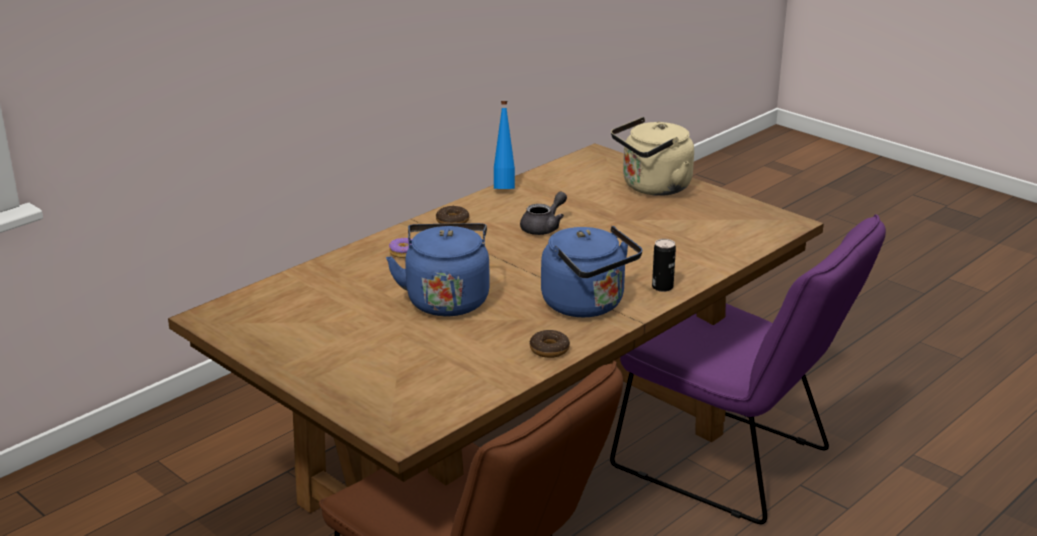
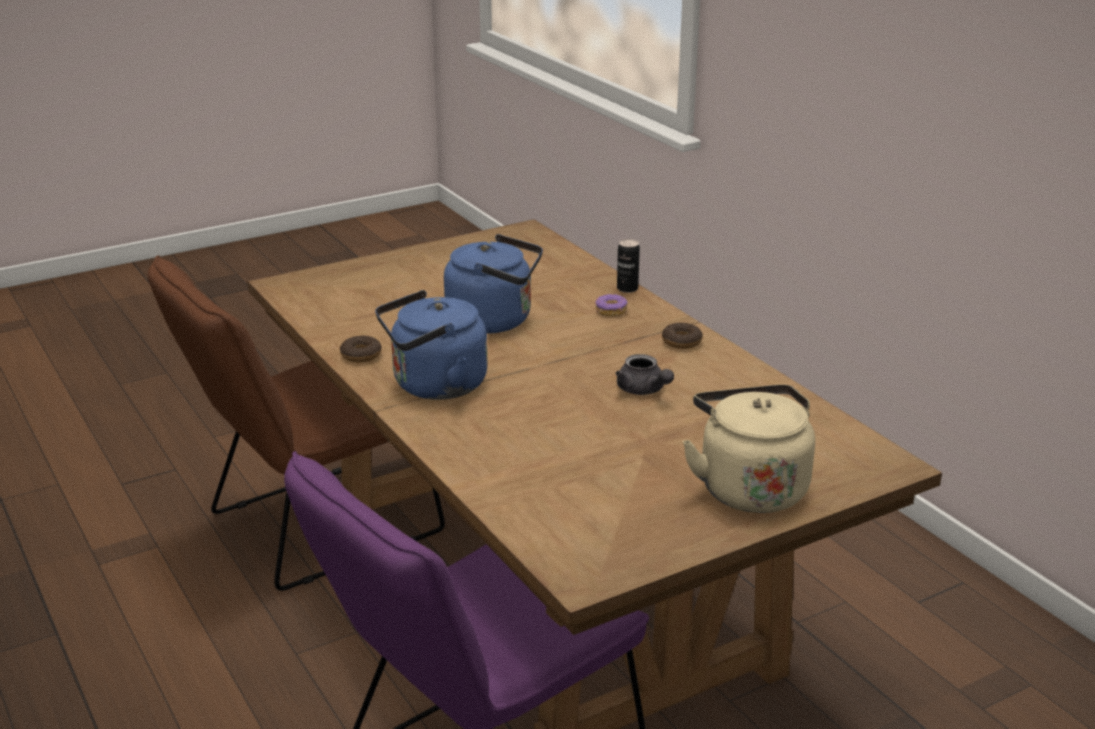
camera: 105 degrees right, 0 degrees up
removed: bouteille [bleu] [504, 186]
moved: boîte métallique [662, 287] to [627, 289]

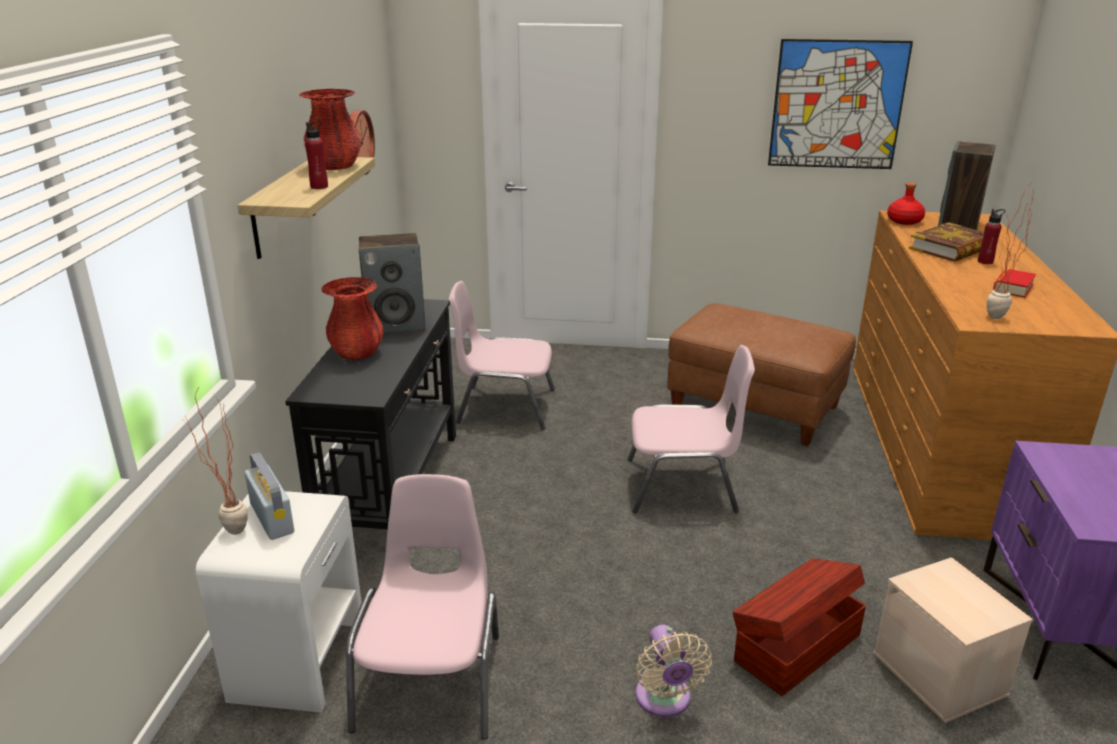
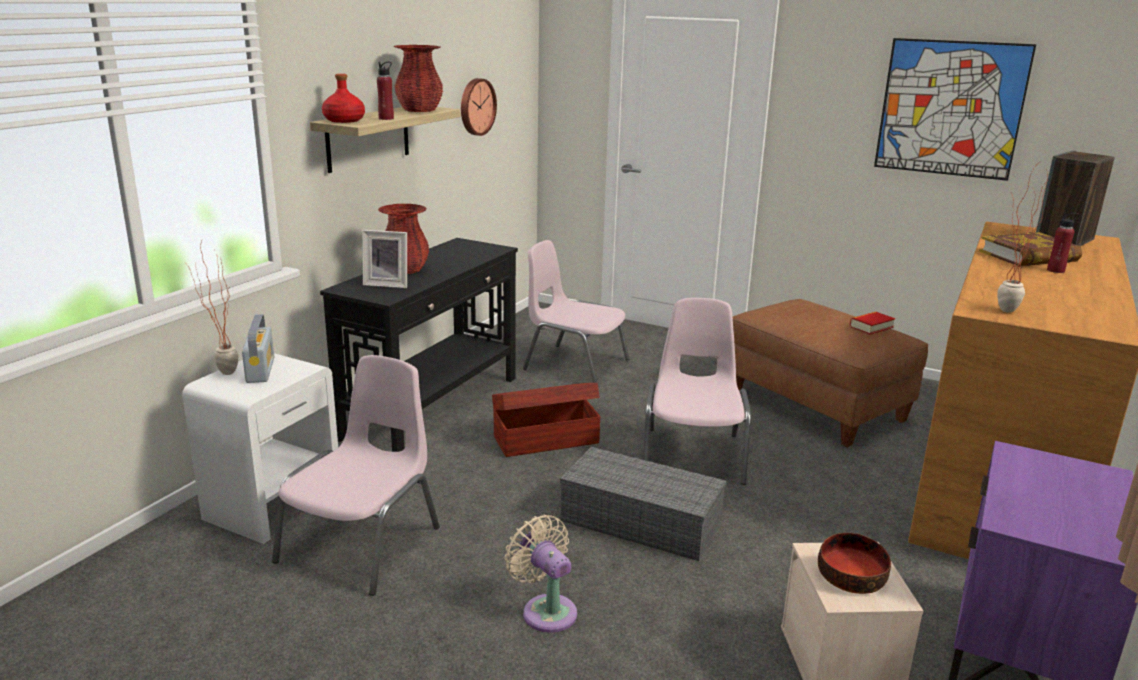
camera: 20 degrees right, 5 degrees down
removed: enceinte [396, 325]
added: cadre photo [387, 284]; boîte de rangement [gris] [643, 521]; bol [850, 576]
moved: bouteille [rouge] [904, 221] to [343, 120]; livre [1013, 288] to [871, 327]; boîte de rangement [marron] [795, 647] to [544, 439]
turned: chaise [rose] [683, 486] = [693, 454] 105 degrees counterclockwise; ventilateur [beige] [664, 700] = [546, 610] 135 degrees clockwise

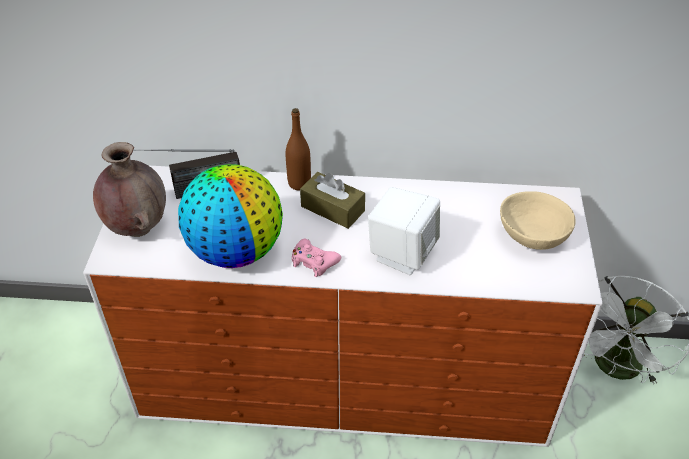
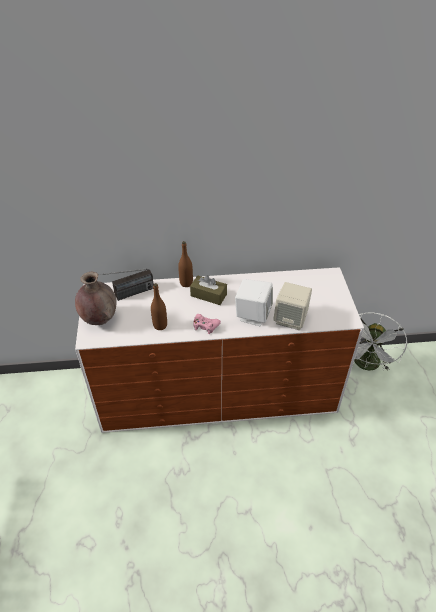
camera: 10 degrees left, 0 degrees up
removed: bol [beige] [533, 237]
added: enceinte [beige] [291, 319]
replaced: globe [236, 251] to bouteille [marron] [160, 325]

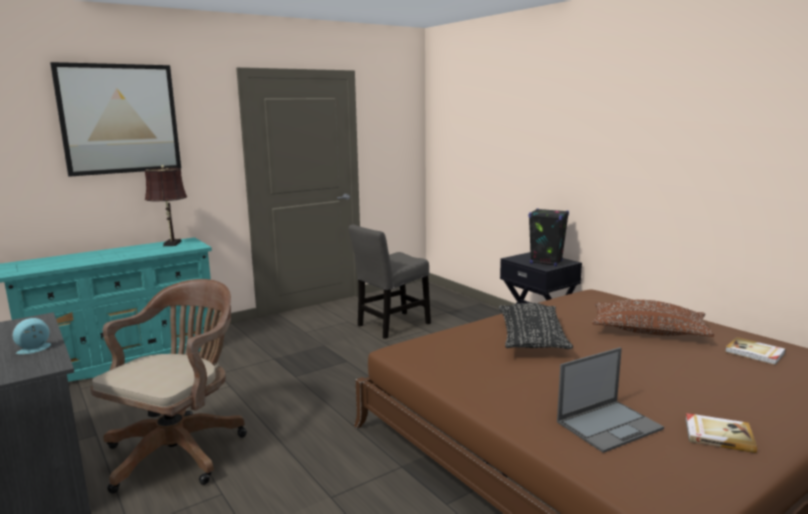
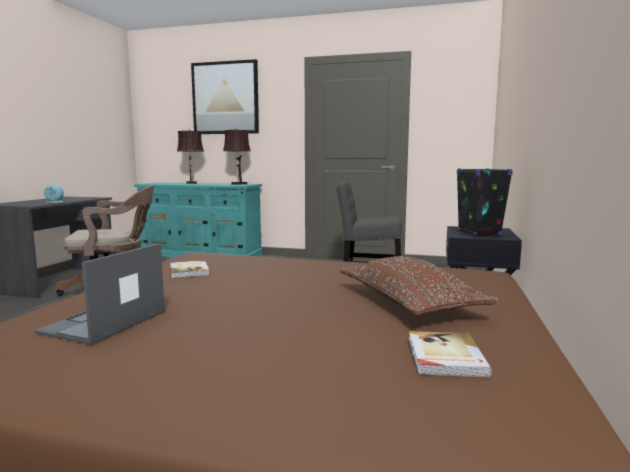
camera: 50 degrees right, 5 degrees down
removed: coussin [noir] [531, 339]
added: lampe de table [marron] [191, 183]
moved: livre [718, 435] to [189, 271]
turned: ordinateur portable [609, 425] = [103, 322] 90 degrees clockwise

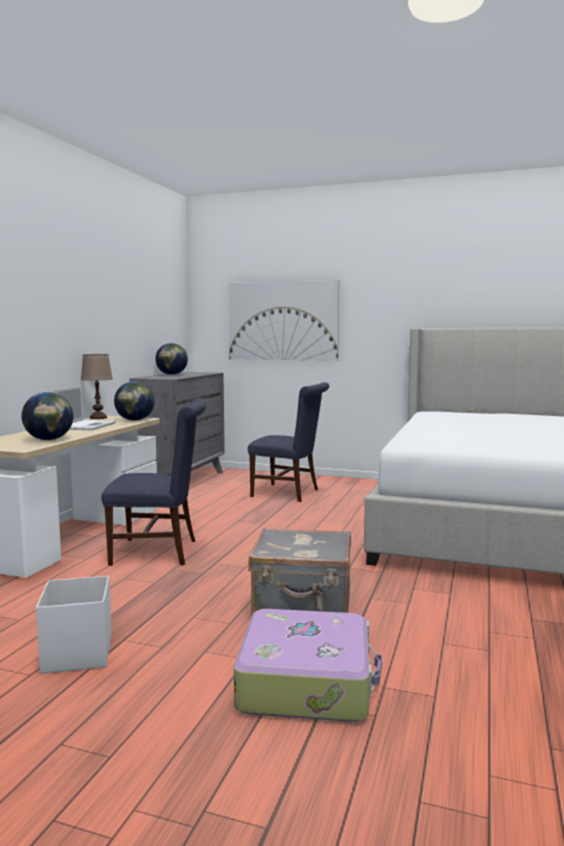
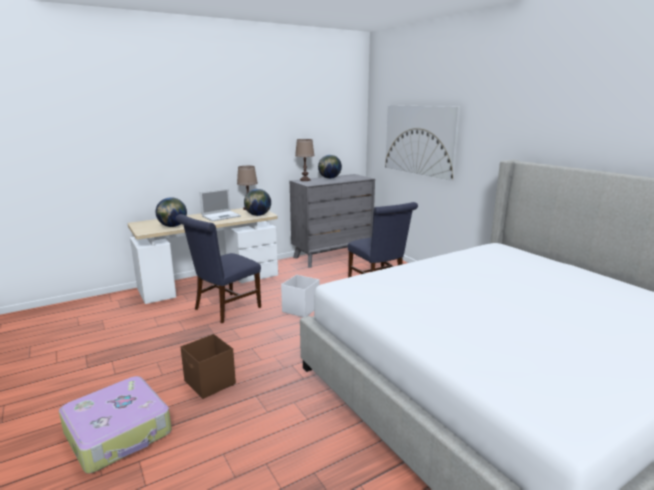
camera: 40 degrees right, 10 degrees up
added: lampe de table [marron] [305, 180]
moved: boîte de rangement [blanc] [77, 655] to [300, 309]
replaced: valise [gris] [303, 608] to boîte de rangement [marron] [210, 383]
turned: chaise [bleu] [161, 552] = [224, 309] 90 degrees clockwise

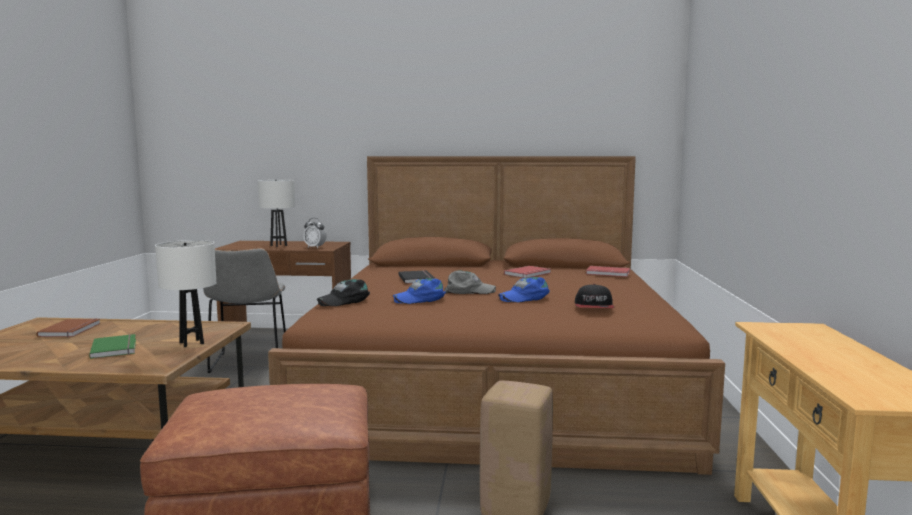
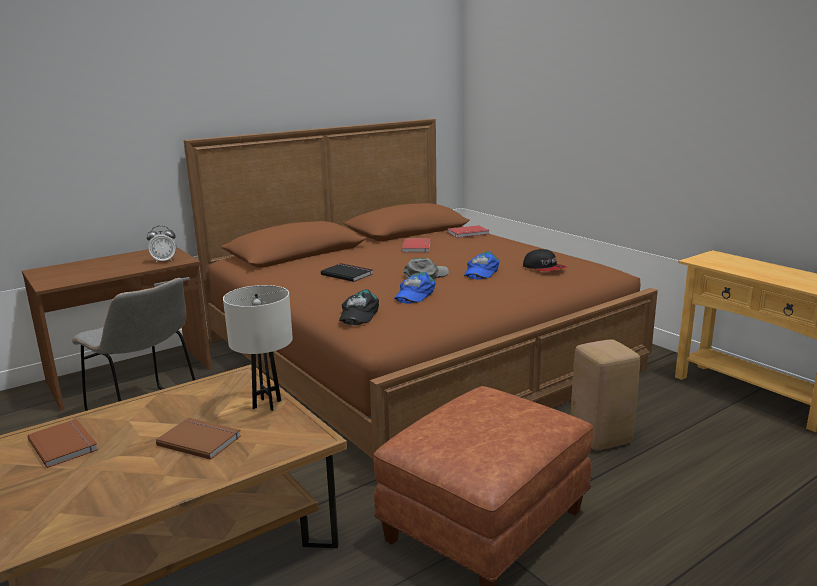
camera: 40 degrees left, 10 degrees up
removed: lampe de table [blanc] [278, 245]
recoloured: livre [vert] [116, 348] to livre [marron] [200, 439]

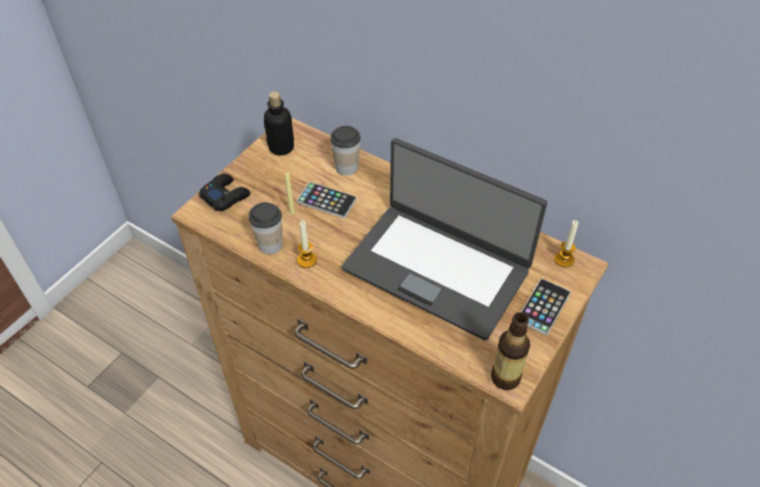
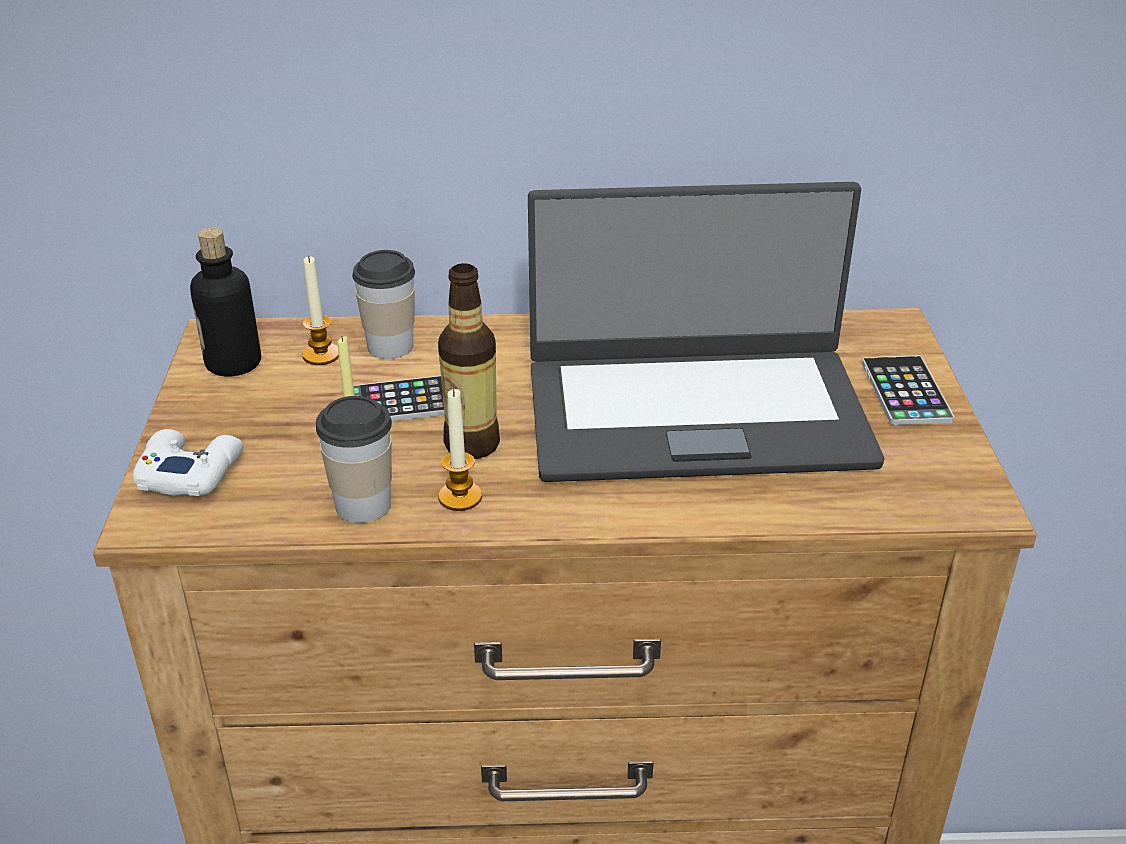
camera: 35 degrees left, 15 degrees down
moved: bougie [564, 259] to [321, 355]; bouteille [505, 378] to [472, 444]
recoloured: manette [noir] [225, 196] to manette [blanc] [189, 472]

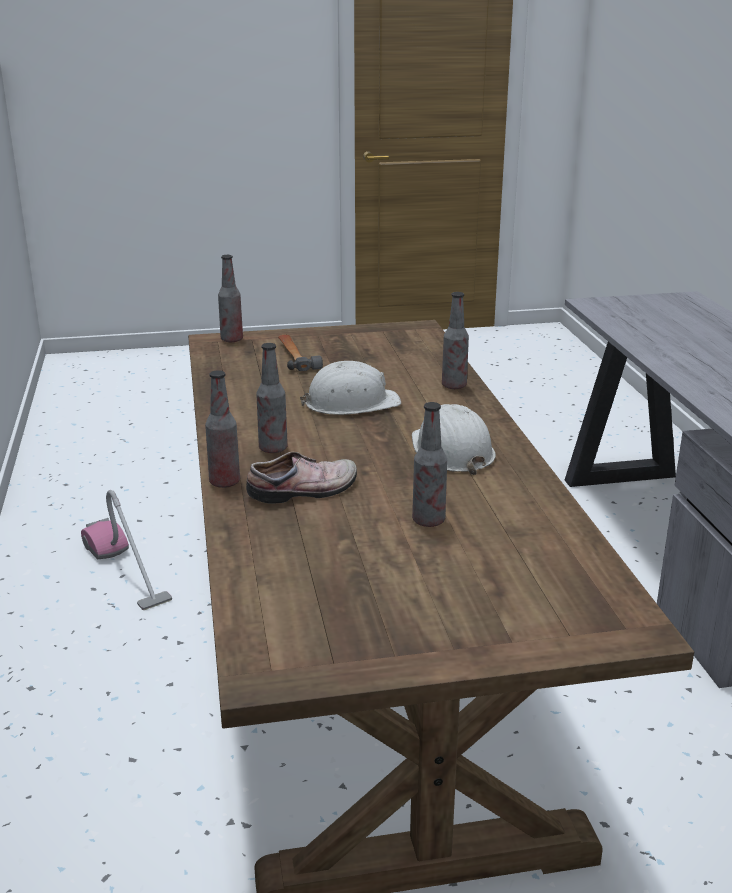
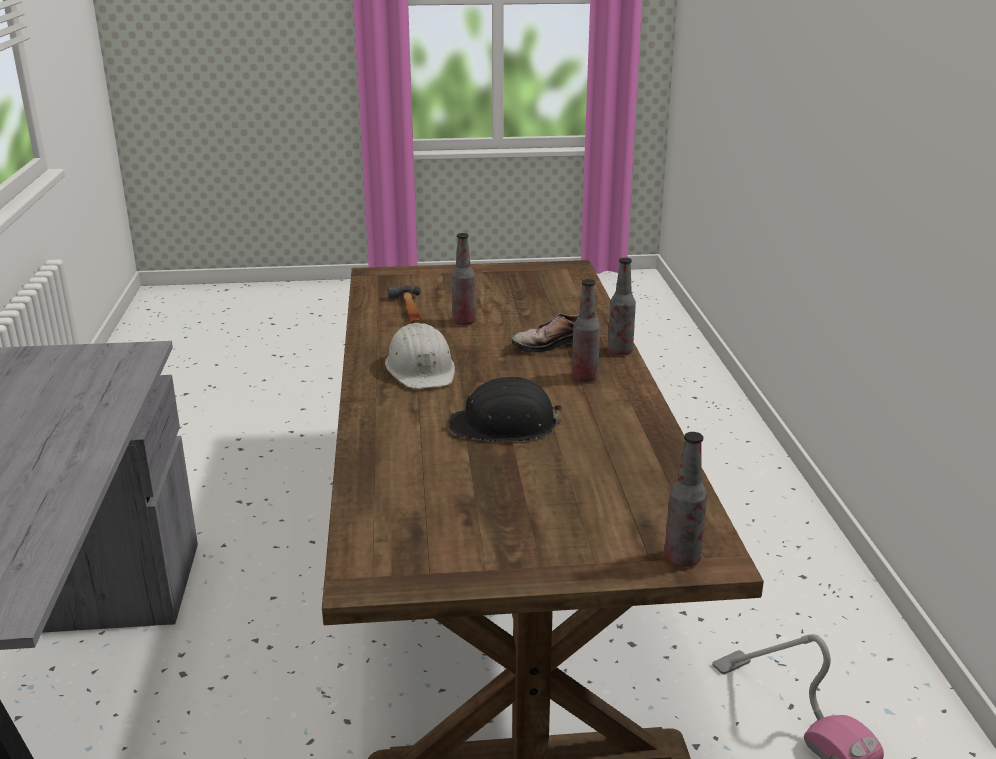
camera: 175 degrees left, 0 degrees up
removed: bouteille [454, 386]
moved: marteau [295, 356] to [409, 311]
recoloured: casque de chantier [blanc] [351, 403] to casque de chantier [noir] [504, 425]

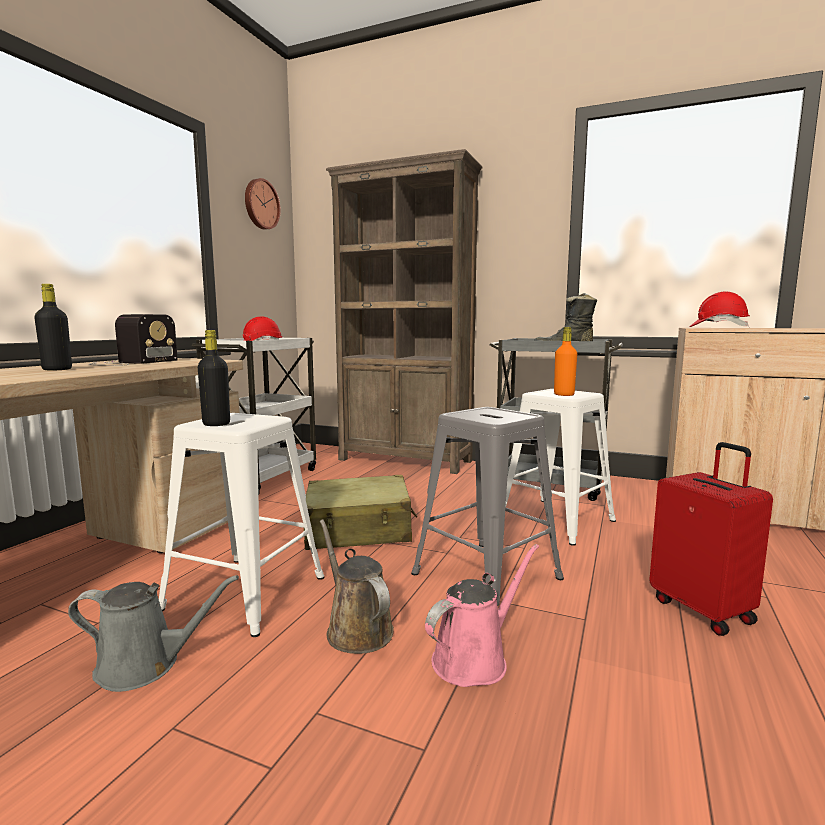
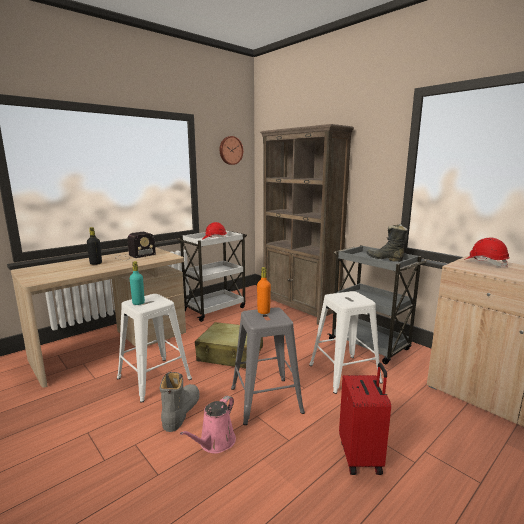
camera: 25 degrees right, 5 degrees up
removed: arrosoir [gris] [145, 665]
moved: bouteille [orange] [564, 395] to [263, 311]
replaced: arrosoir [marron] [356, 629] to botte [gris] [181, 411]
recoloured: bouteille [noir] [216, 424] to bouteille [turquoise] [138, 303]
turned: arrosoir [rose] [475, 659] = [215, 443] 135 degrees clockwise

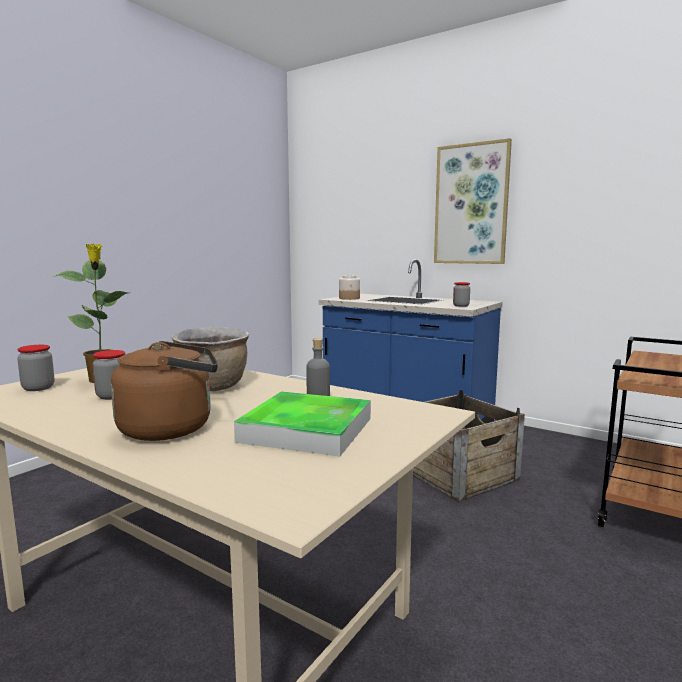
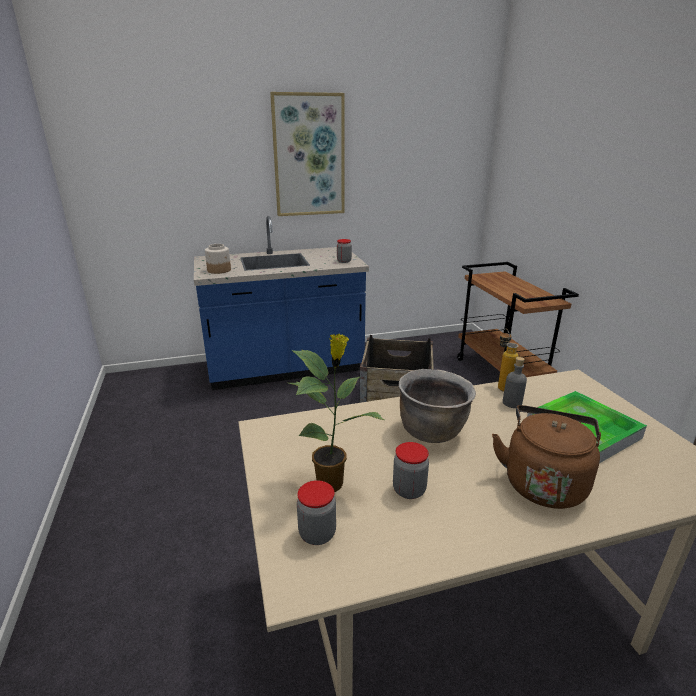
camera: 50 degrees left, 15 degrees up
added: bouteille [502, 386]

